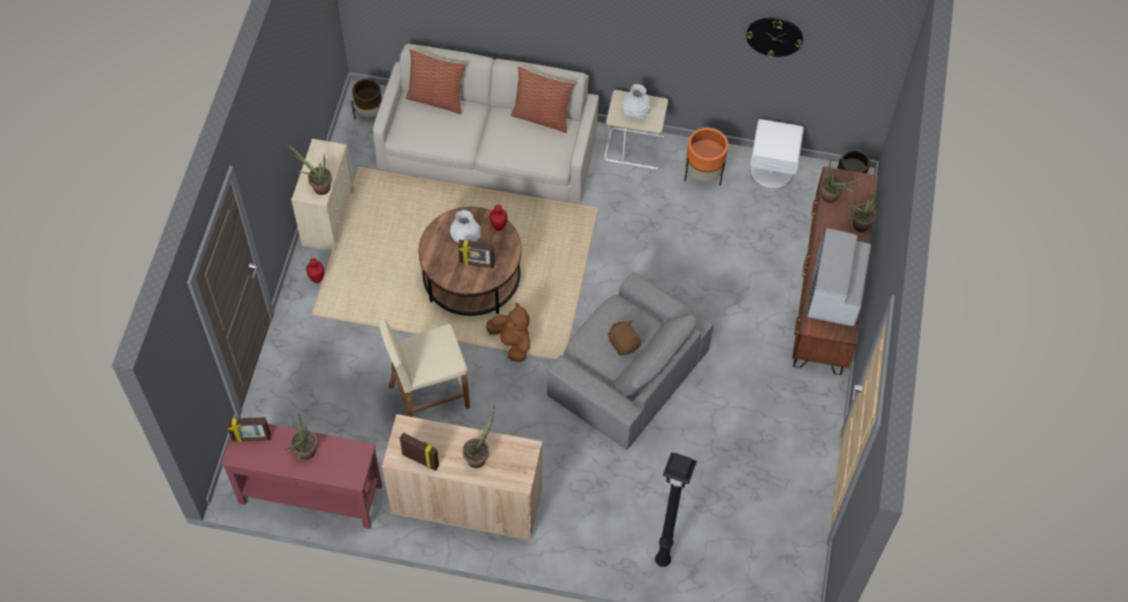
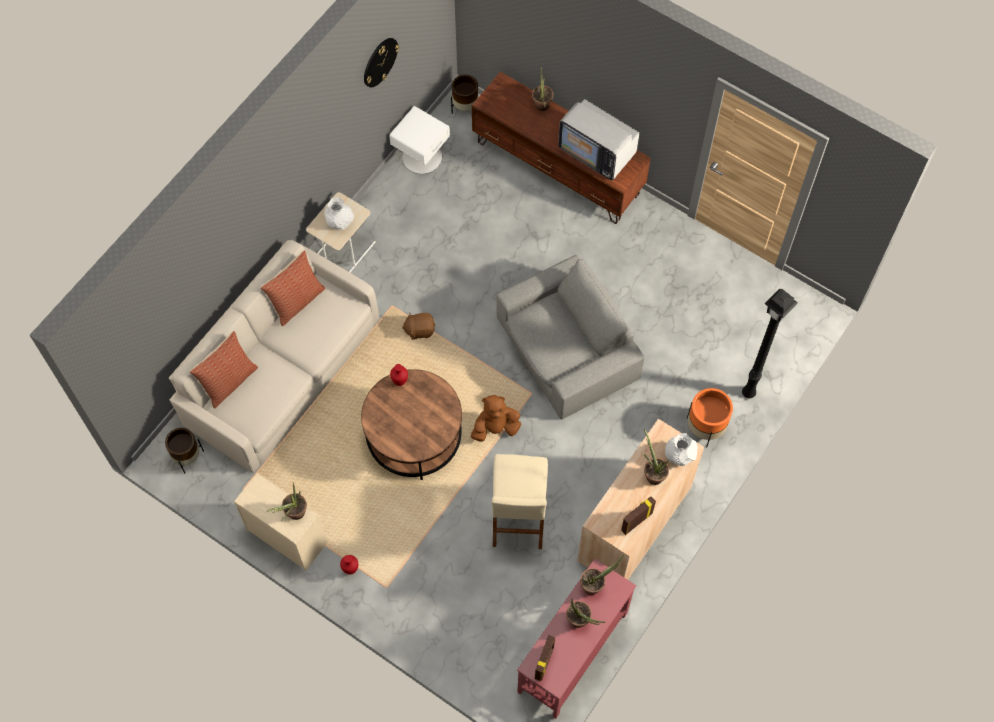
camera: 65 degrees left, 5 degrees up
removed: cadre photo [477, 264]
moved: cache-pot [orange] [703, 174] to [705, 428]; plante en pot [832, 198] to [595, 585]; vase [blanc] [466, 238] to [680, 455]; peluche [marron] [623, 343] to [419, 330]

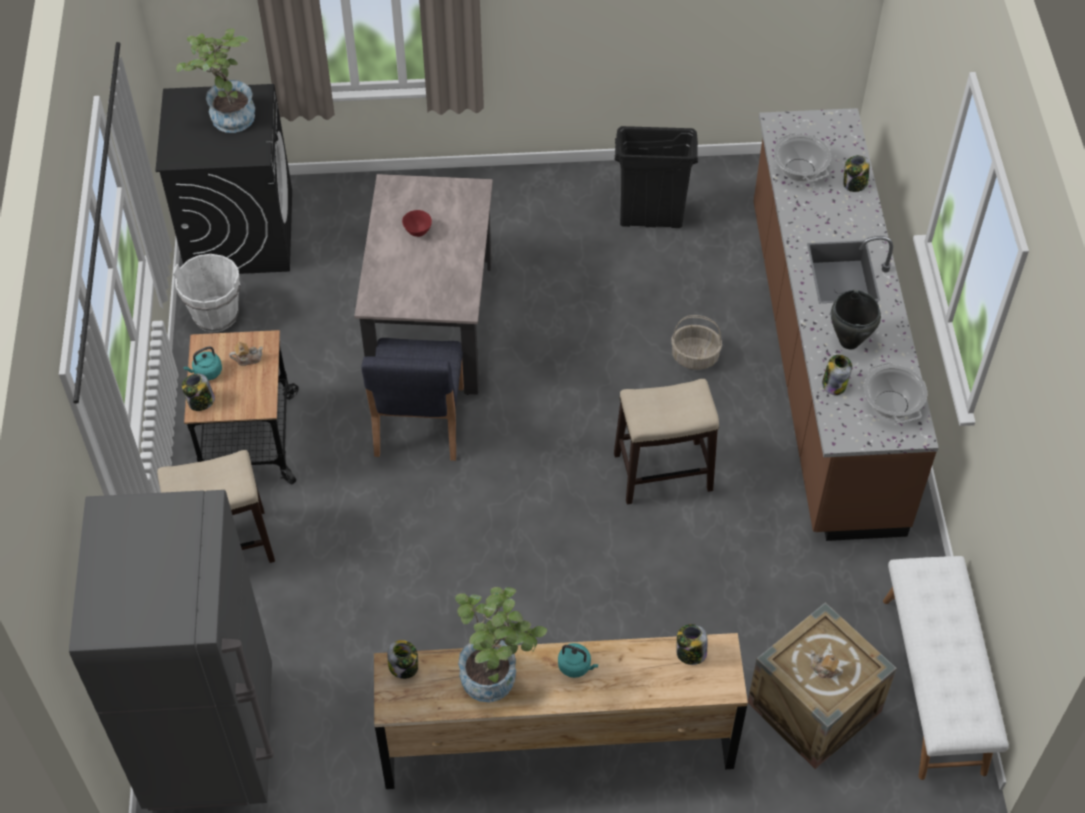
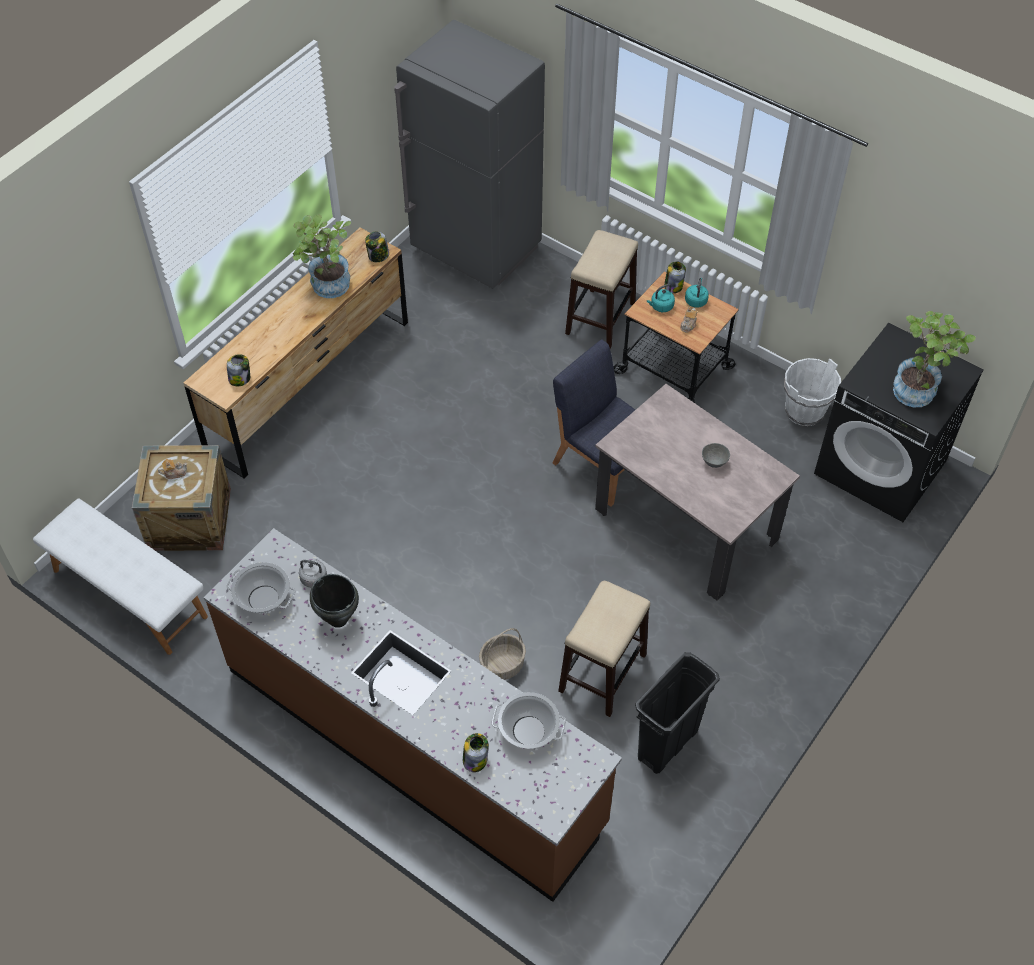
camera: 130 degrees right, 0 degrees up
moved: tabouret [664, 472] to [602, 673]; bouilloire [turquoise] [576, 666] to [661, 306]
replaced: bocal [834, 384] to bouilloire [gris] [315, 579]
recoloured: bol [rouge] [418, 232] to bol [gris] [714, 463]

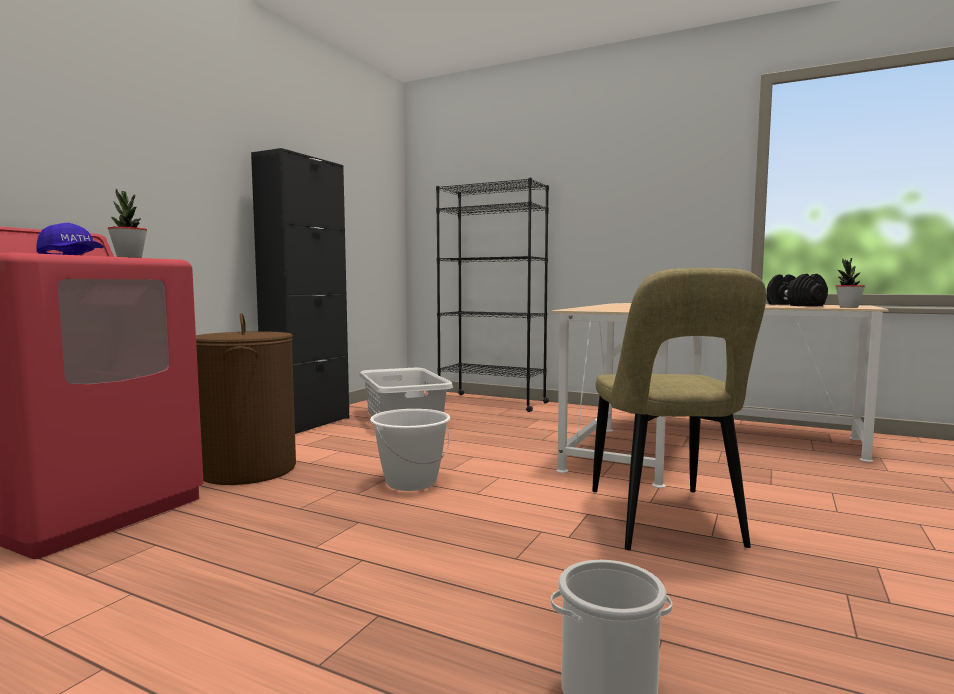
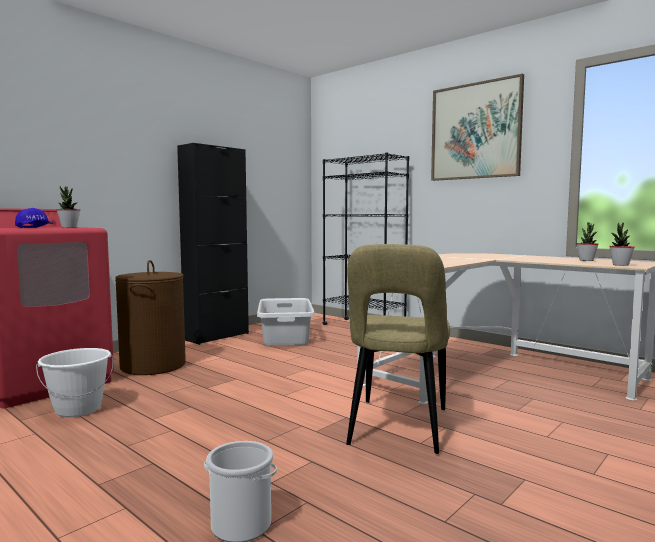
camera: 15 degrees right, 0 degrees up
added: tableau [475, 131]
moved: seau [blanc] [411, 482] to [78, 409]
replaced: haltère [noir] [794, 305] to plante en pot [586, 260]

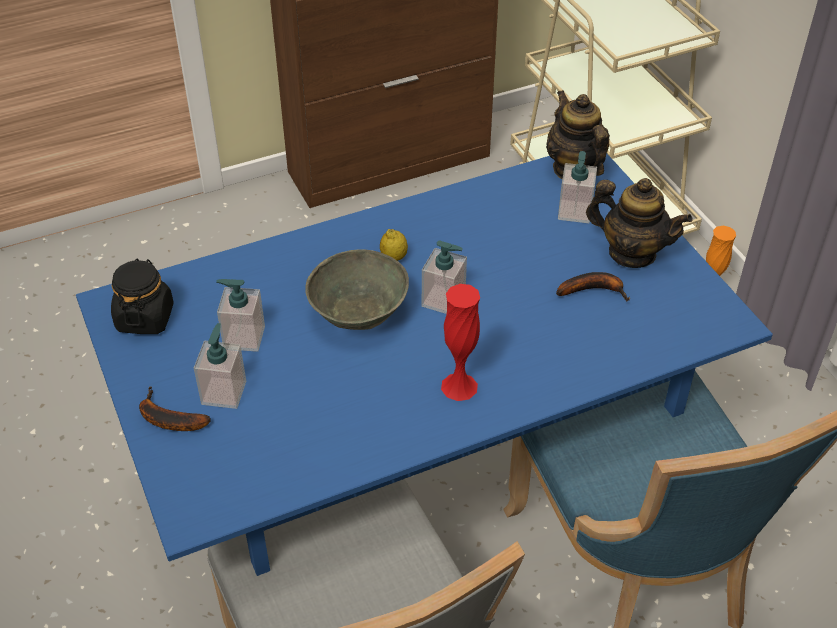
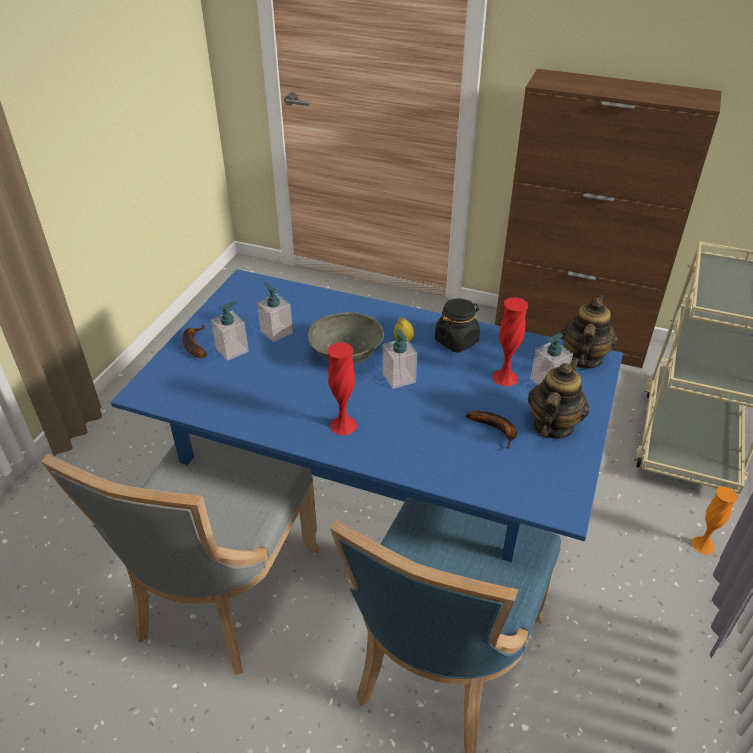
camera: 45 degrees right, 5 degrees down
added: vase [rouge] [505, 377]
moved: bocal [noir] [145, 318] to [456, 341]
turned: théière [631, 253] = [552, 426] 135 degrees counterclockwise

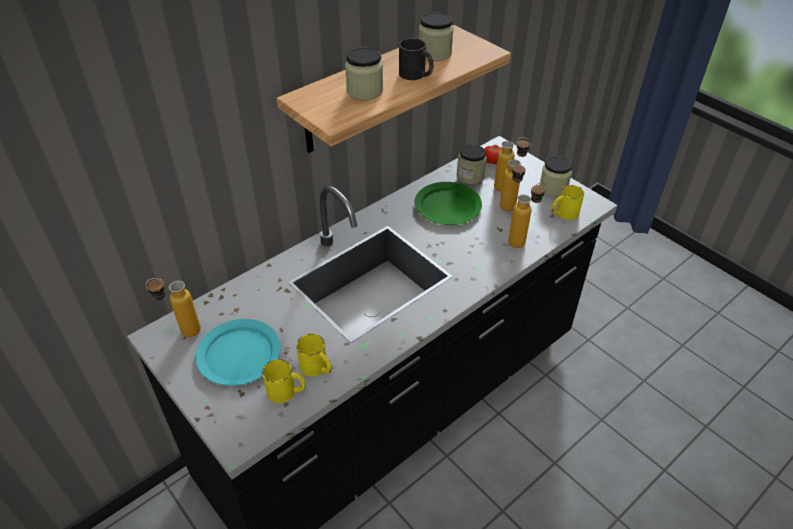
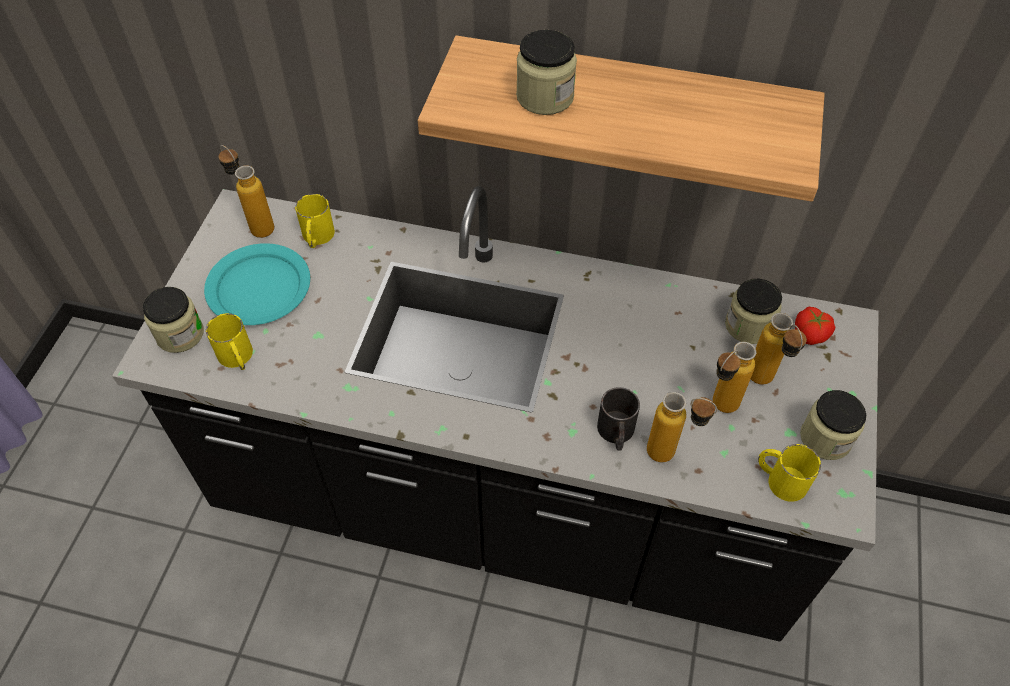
camera: 55 degrees right, 10 degrees up
removed: assiette [vert] [447, 206]
moved: bocal [434, 53] to [180, 334]; mug [noir] [416, 75] to [616, 434]; mug [jaune] [317, 368] to [317, 238]

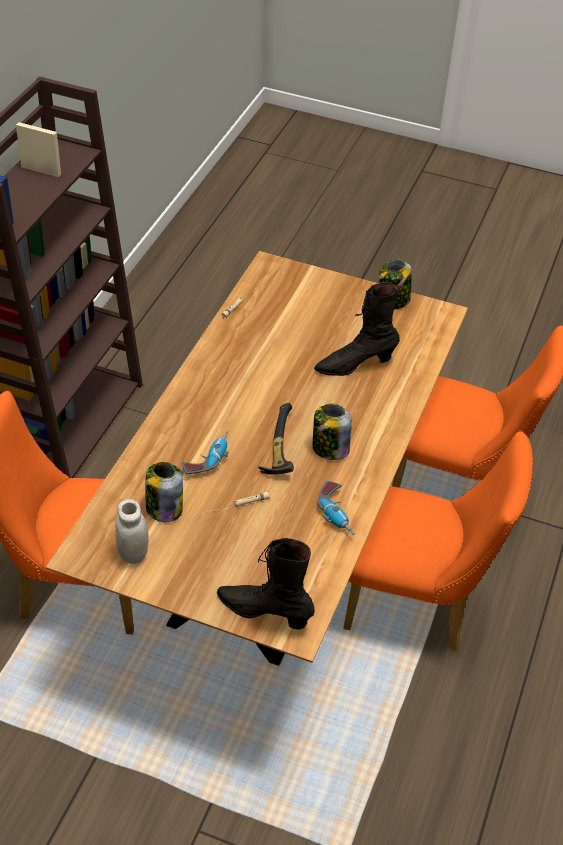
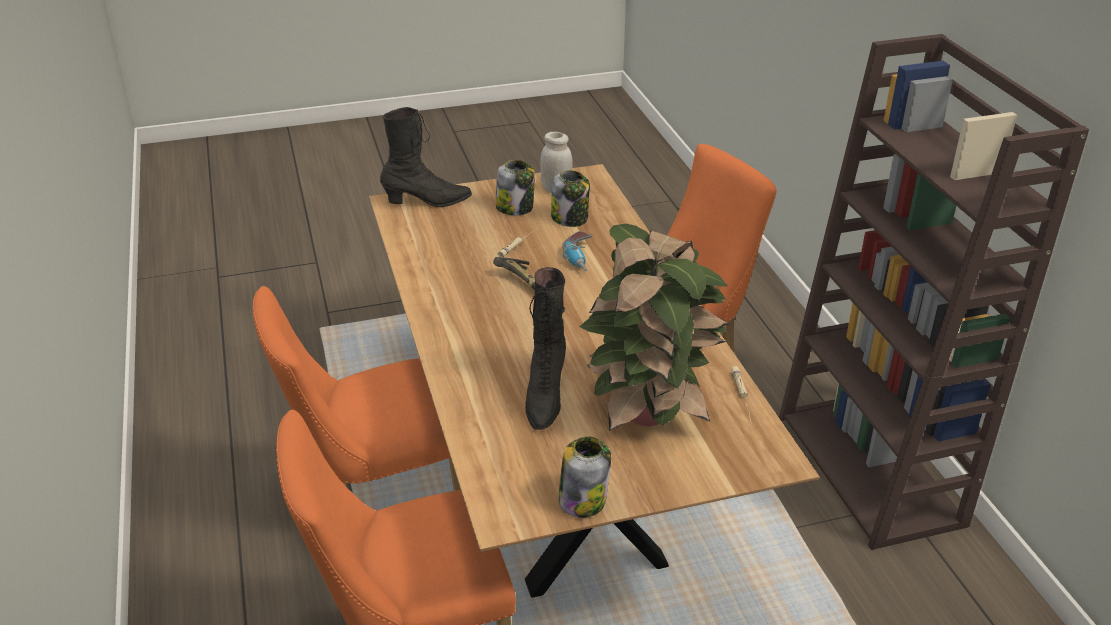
camera: 145 degrees right, 10 degrees down
removed: perceuse [338, 514]
added: plante en pot [649, 409]
moved: bocal [329, 448] to [515, 207]
turned: botte [noir] [354, 365] = [545, 396] 150 degrees clockwise

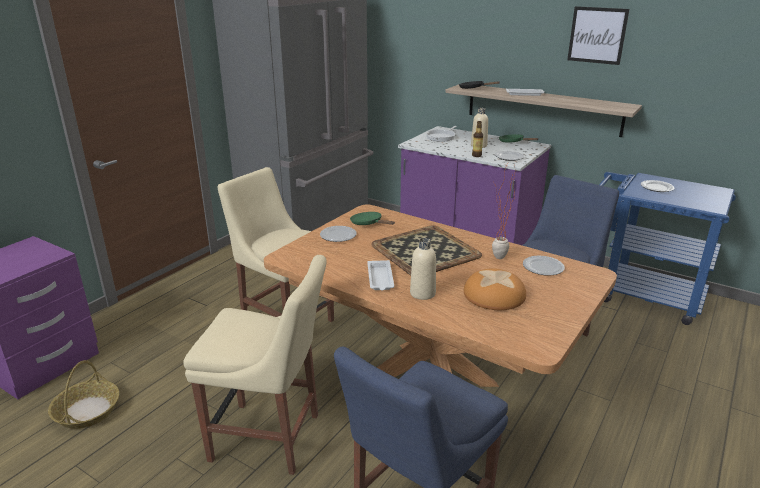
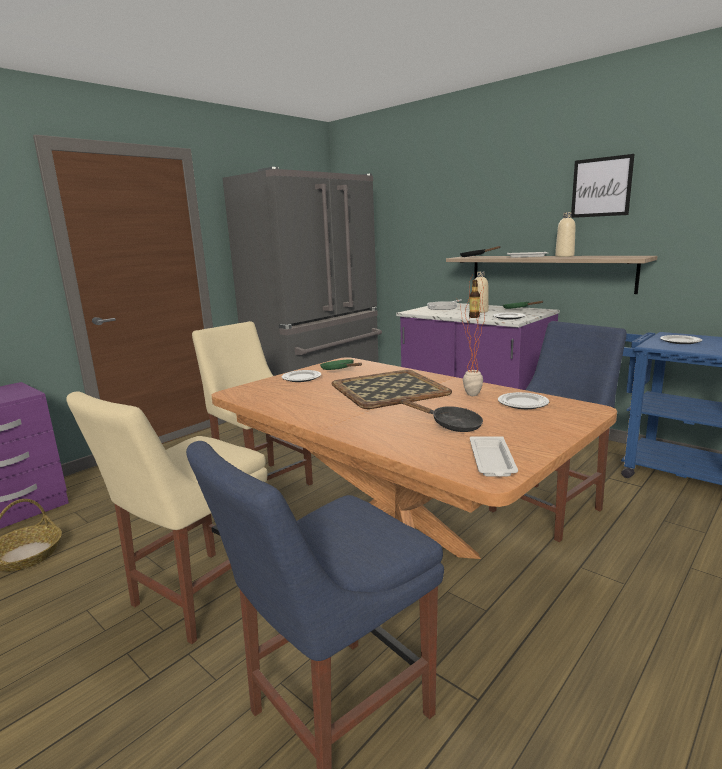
camera: 10 degrees right, 10 degrees down
moved: bouteille [beige] [422, 293] to [564, 256]; plateau [blanc] [380, 279] to [492, 461]
replaced: pain [493, 295] to poêle [noir] [451, 425]
turned: chaise [beige] [271, 438] = [196, 597] 105 degrees clockwise

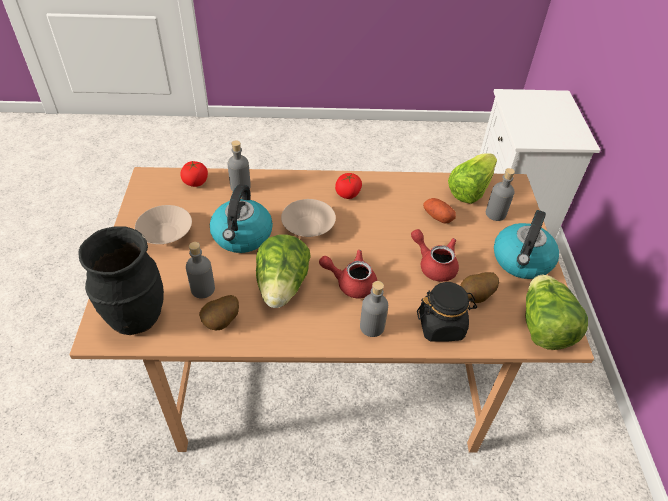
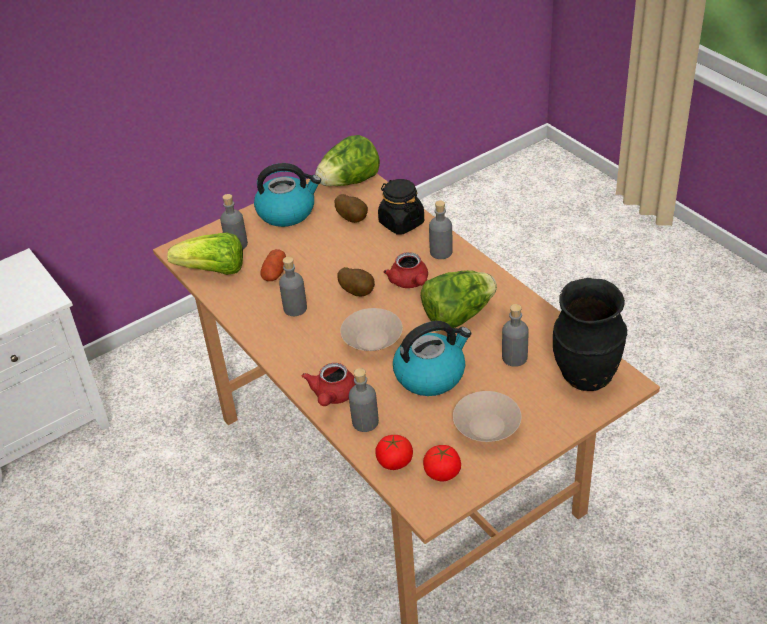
camera: 120 degrees left, 5 degrees down
added: bouteille [gris] [295, 308]
moved: tomate [348, 194] to [442, 473]; théière [rouge] [434, 265] to [332, 396]; pomme de terre [222, 322] to [358, 292]

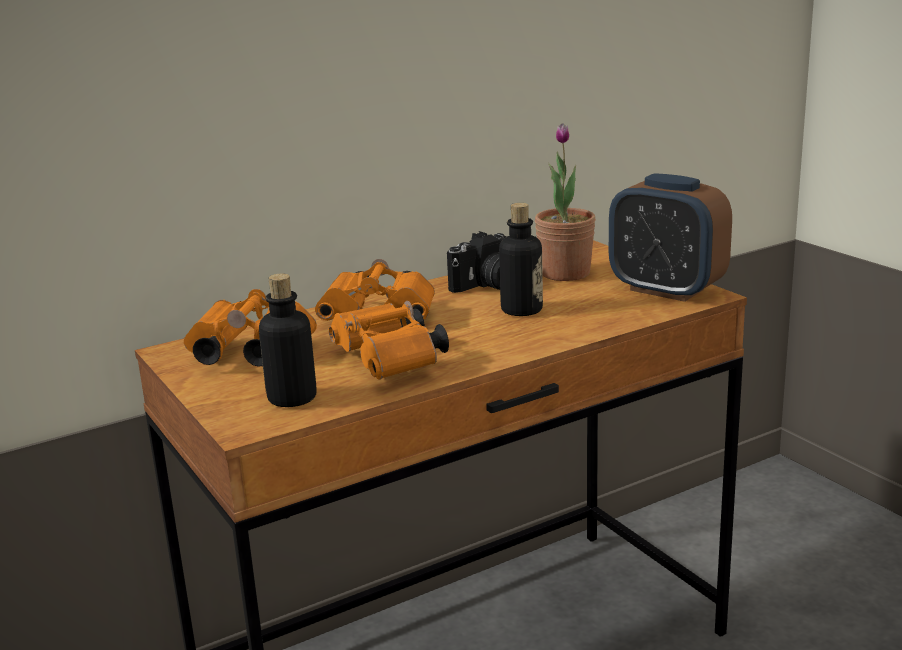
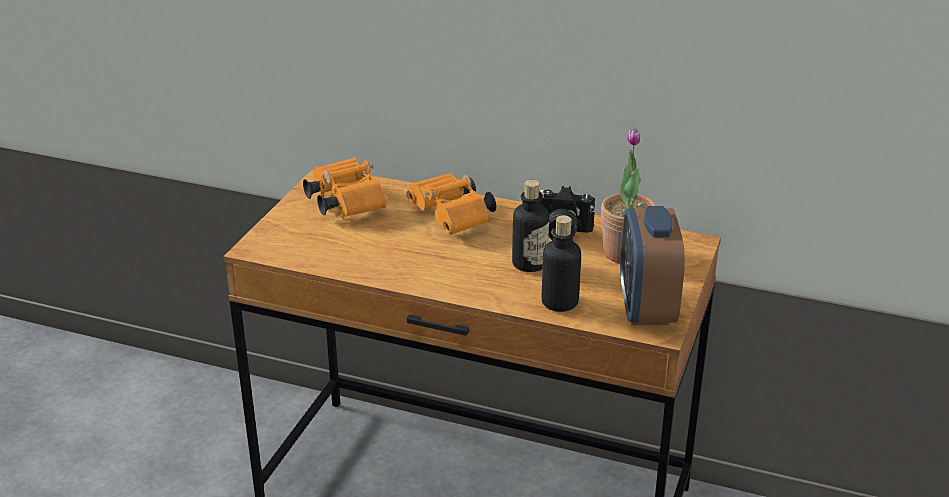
camera: 50 degrees right, 10 degrees up
removed: jumelles [orange] [391, 364]
moved: bouteille [292, 398] to [559, 302]

